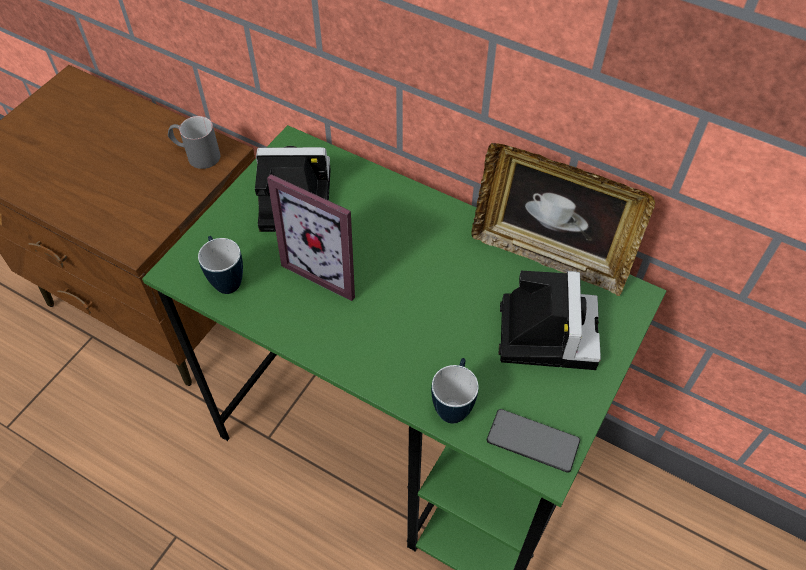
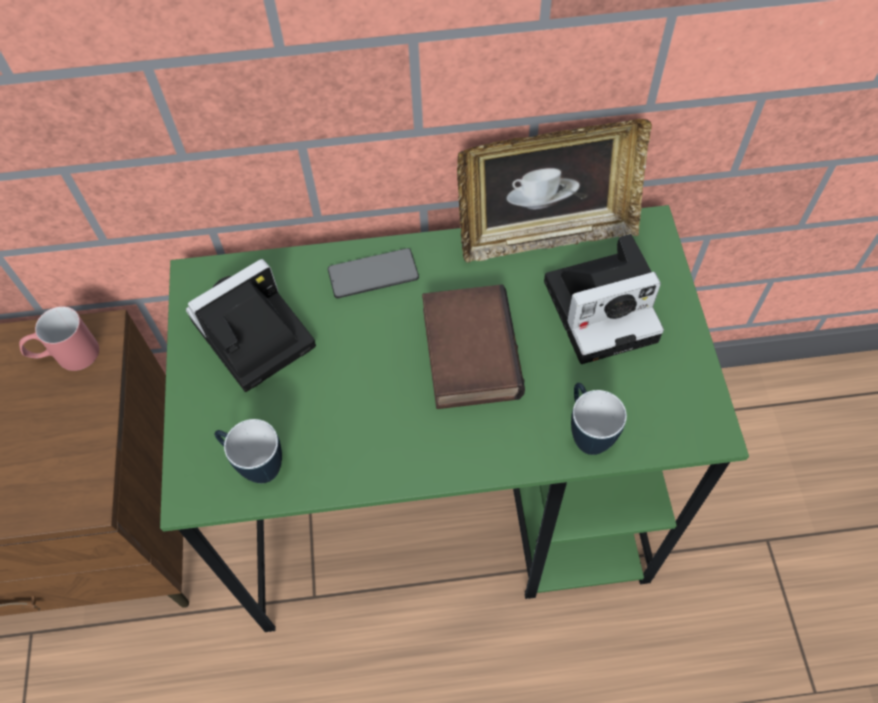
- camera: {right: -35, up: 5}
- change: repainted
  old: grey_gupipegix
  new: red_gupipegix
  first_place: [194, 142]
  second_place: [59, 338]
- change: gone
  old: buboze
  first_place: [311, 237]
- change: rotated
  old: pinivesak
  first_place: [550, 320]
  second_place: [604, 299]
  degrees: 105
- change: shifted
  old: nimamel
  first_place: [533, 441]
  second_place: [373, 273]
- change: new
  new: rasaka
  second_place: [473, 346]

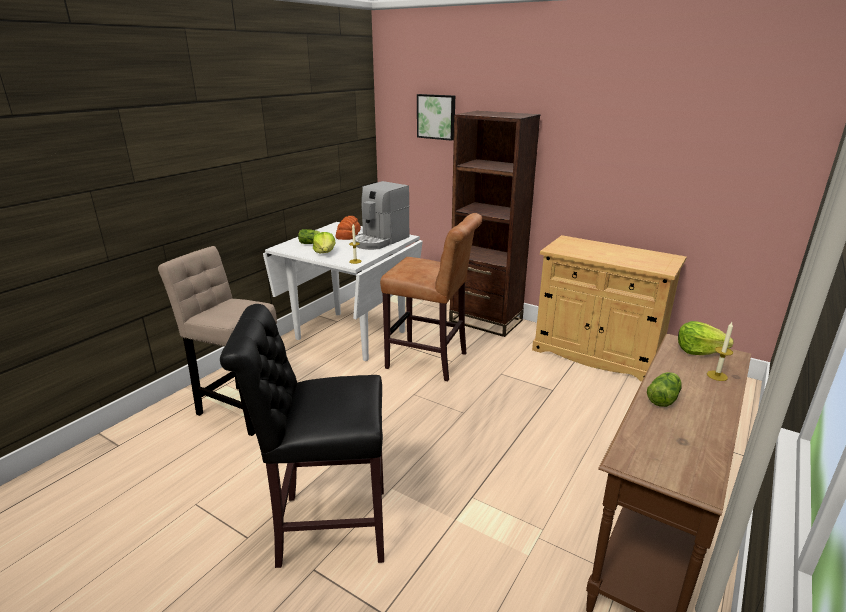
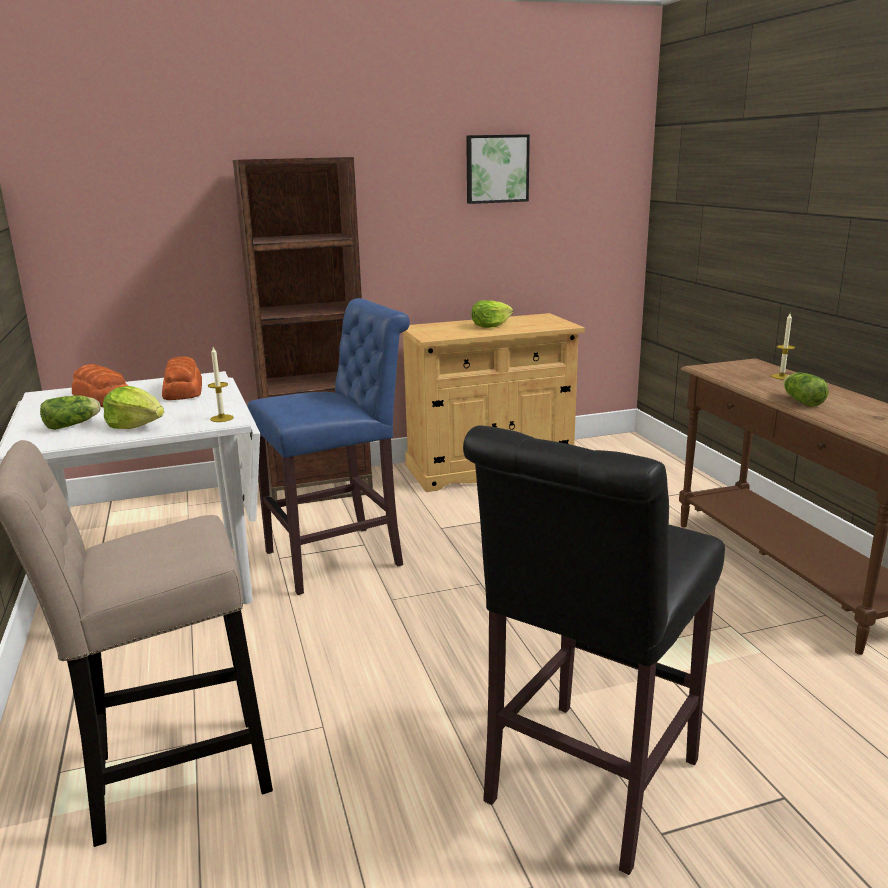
- camera: {right: -50, up: -5}
- change: shifted
  old: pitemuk
  first_place: [436, 117]
  second_place: [498, 169]
- change: swapped
  old: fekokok
  new: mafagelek
  first_place: [382, 215]
  second_place: [182, 378]
- change: repainted
  old: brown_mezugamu
  new: blue_mezugamu
  first_place: [431, 297]
  second_place: [329, 446]
- change: shifted
  old: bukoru
  first_place: [706, 338]
  second_place: [492, 314]

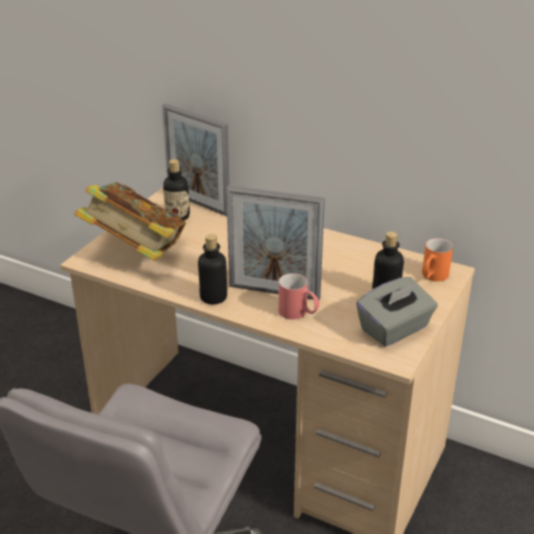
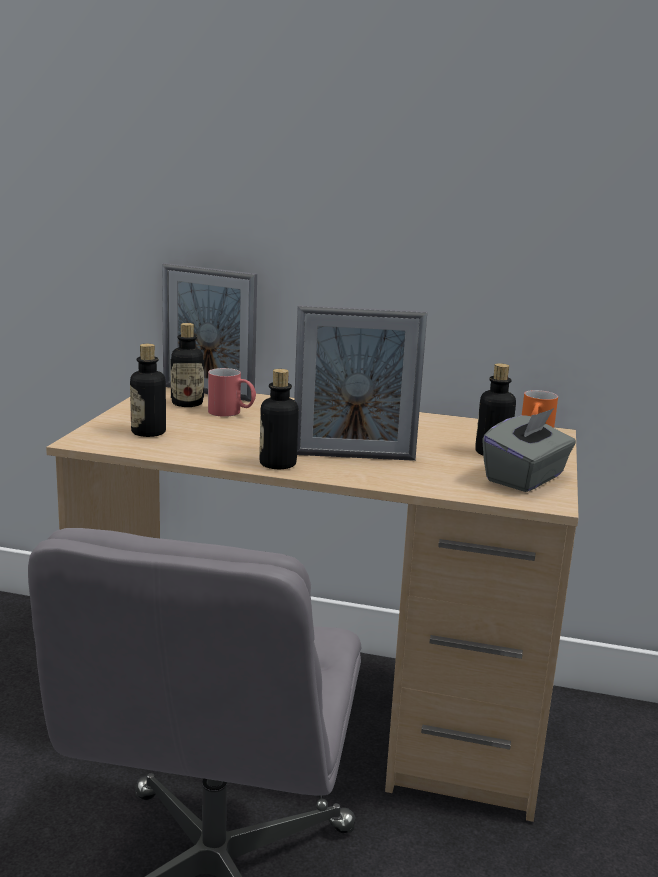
- camera: {right: -15, up: -15}
- change: swapped
  old: rasaka
  new: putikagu
  first_place: [130, 221]
  second_place: [148, 390]
- change: shifted
  old: red_gupipegix
  first_place: [299, 296]
  second_place: [232, 392]

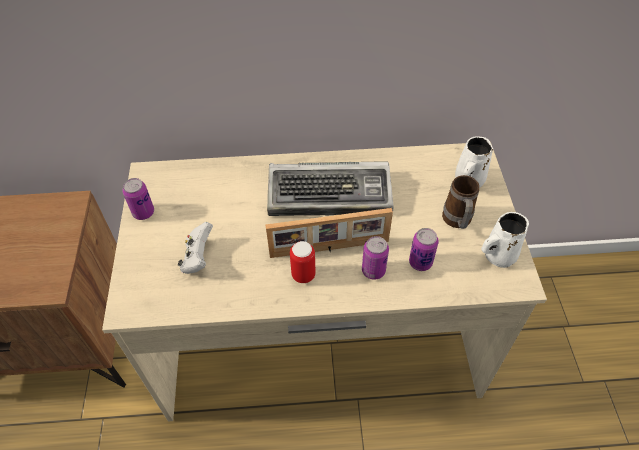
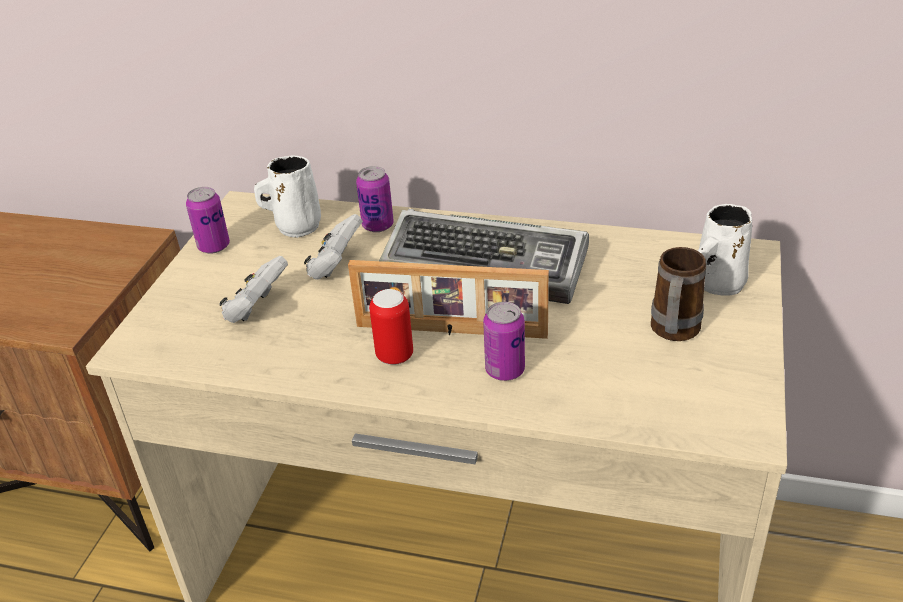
- camera: {right: 20, up: -15}
- change: shifted
  old: white_gupipegix
  first_place: [505, 240]
  second_place: [287, 196]
- change: shifted
  old: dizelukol
  first_place: [424, 249]
  second_place: [375, 199]
- change: new
  new: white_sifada
  second_place: [333, 247]

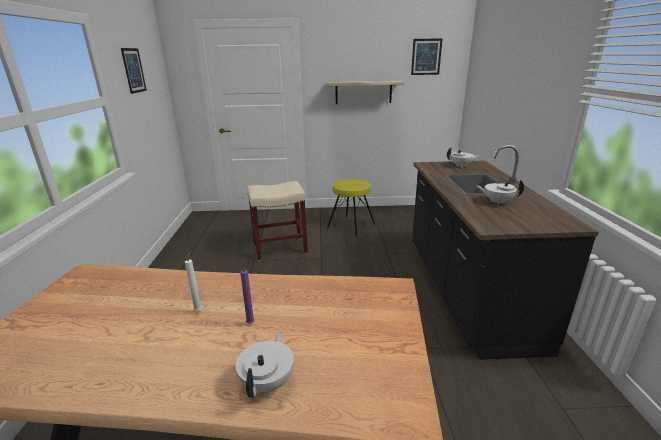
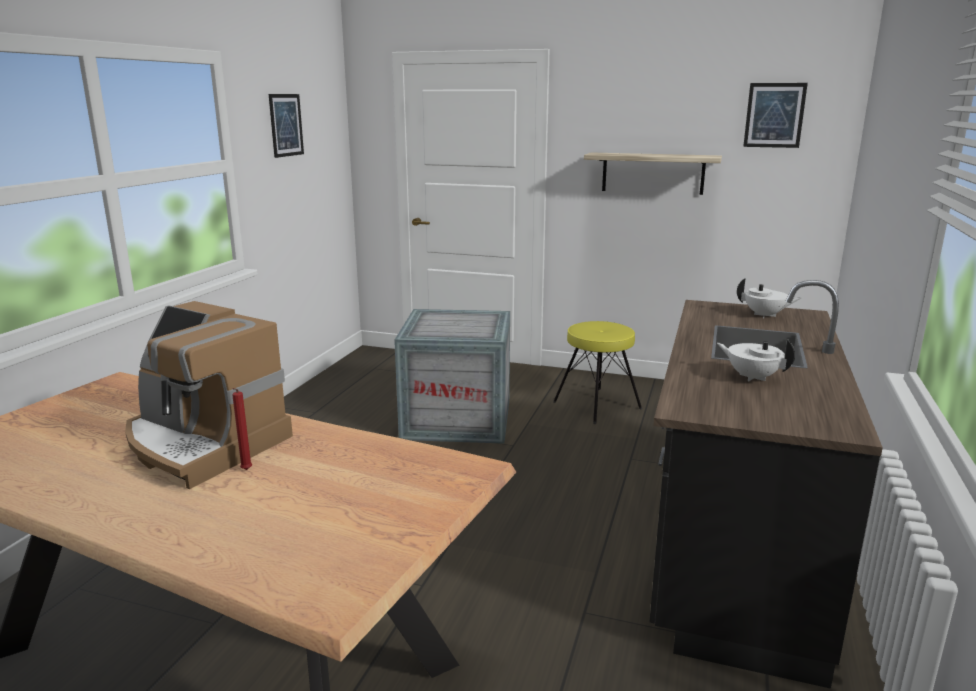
- camera: {right: 20, up: -5}
- change: swapped
  old: beige_mezugamu
  new: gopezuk
  first_place: [277, 220]
  second_place: [452, 376]
- change: swapped
  old: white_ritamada
  new: fekokok
  first_place: [193, 281]
  second_place: [209, 395]
- change: repainted
  old: purple_ritamada
  new: red_ritamada
  first_place: [247, 296]
  second_place: [242, 429]
- change: gone
  old: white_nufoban
  first_place: [265, 364]

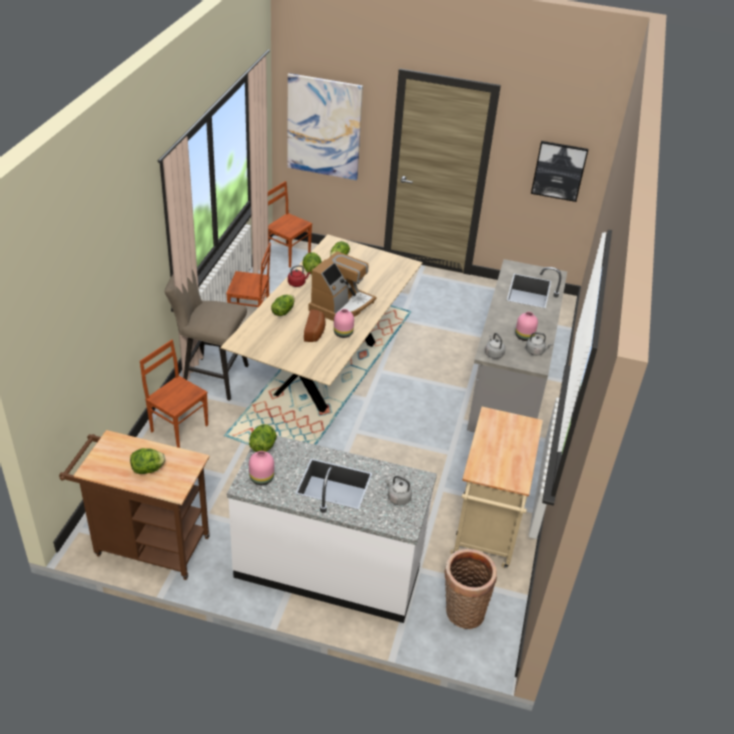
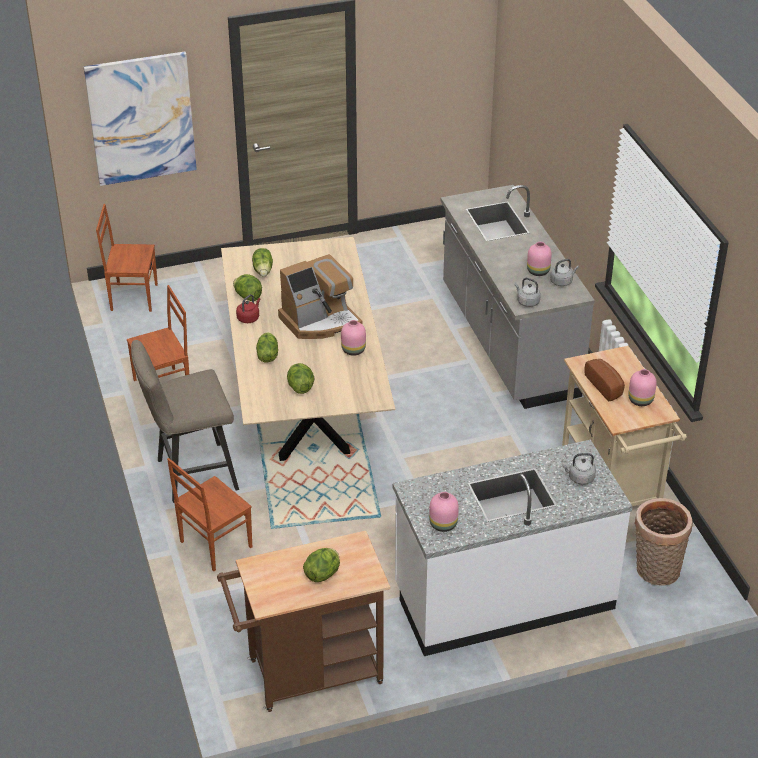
- camera: {right: -30, up: 0}
- change: gone
  old: pitemuk
  first_place: [559, 171]
- change: rotated
  old: fekokok
  first_place: [342, 286]
  second_place: [320, 296]
  degrees: 60
- change: shifted
  old: mafagelek
  first_place: [315, 325]
  second_place: [604, 380]
- change: rotated
  old: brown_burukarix
  first_place: [174, 394]
  second_place: [209, 514]
  degrees: -45
- change: shifted
  old: bukoru
  first_place: [263, 438]
  second_place: [300, 378]
- change: new
  new: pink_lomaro
  second_place: [642, 387]

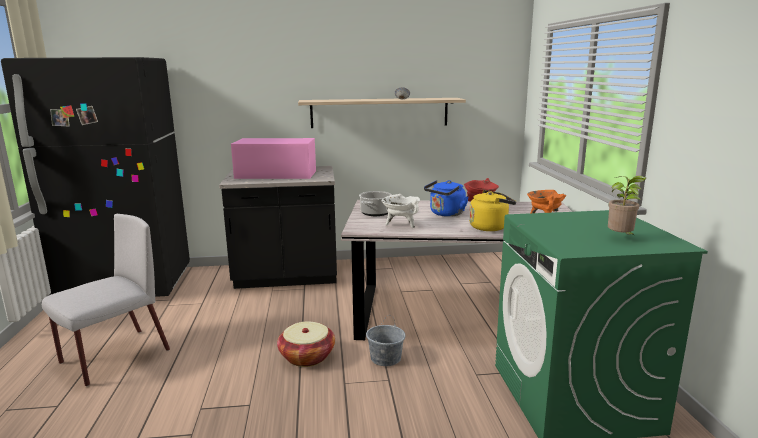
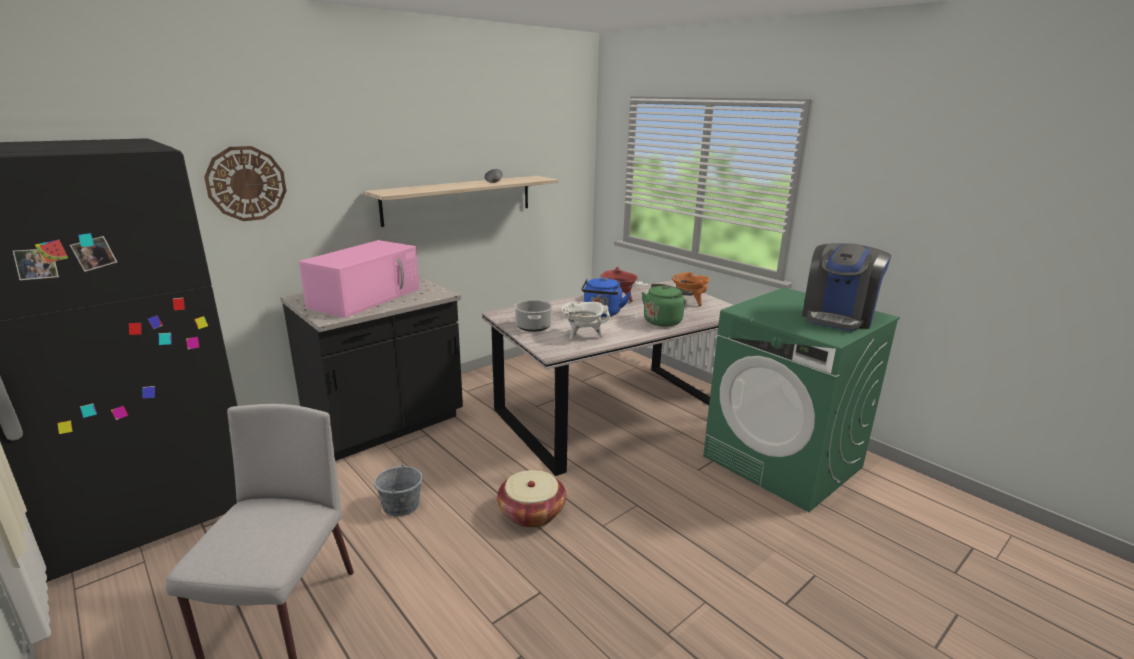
- camera: {right: -35, up: 5}
- change: rotated
  old: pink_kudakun
  first_place: [273, 158]
  second_place: [359, 279]
  degrees: 150
- change: swapped
  old: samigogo
  new: fekokok
  first_place: [627, 206]
  second_place: [846, 287]
- change: repainted
  old: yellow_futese
  new: green_futese
  first_place: [492, 210]
  second_place: [667, 305]
- change: shifted
  old: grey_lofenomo
  first_place: [385, 340]
  second_place: [398, 486]
- change: new
  new: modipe
  second_place: [245, 183]

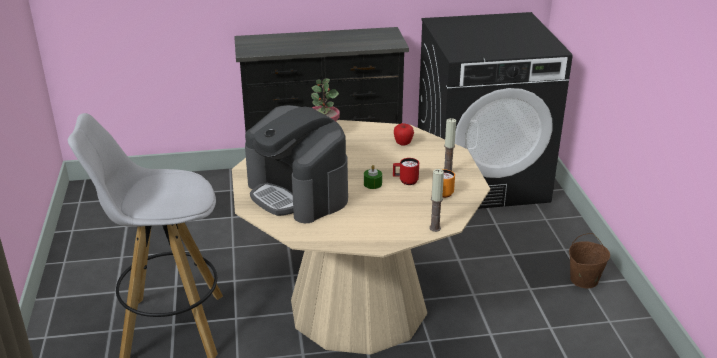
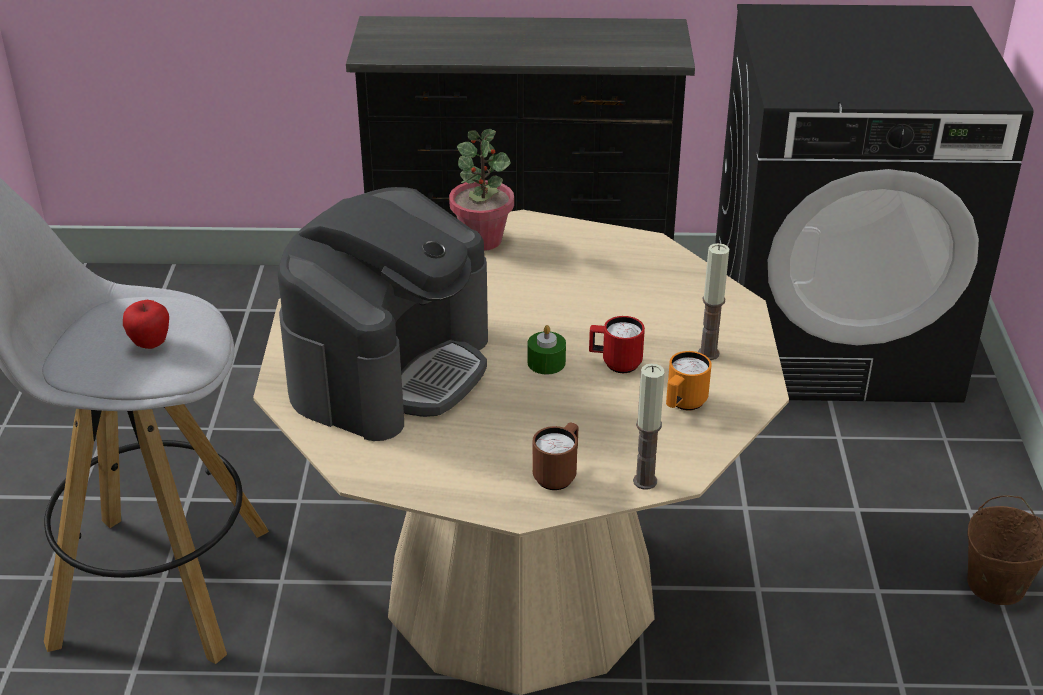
- camera: {right: 10, up: 5}
- change: rotated
  old: fekokok
  first_place: [296, 164]
  second_place: [383, 314]
  degrees: -120
- change: shifted
  old: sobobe
  first_place: [404, 134]
  second_place: [146, 324]
- change: new
  new: brown_gupipegix
  second_place: [555, 456]

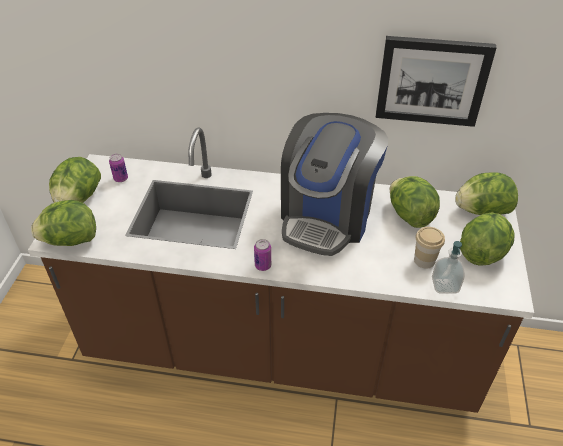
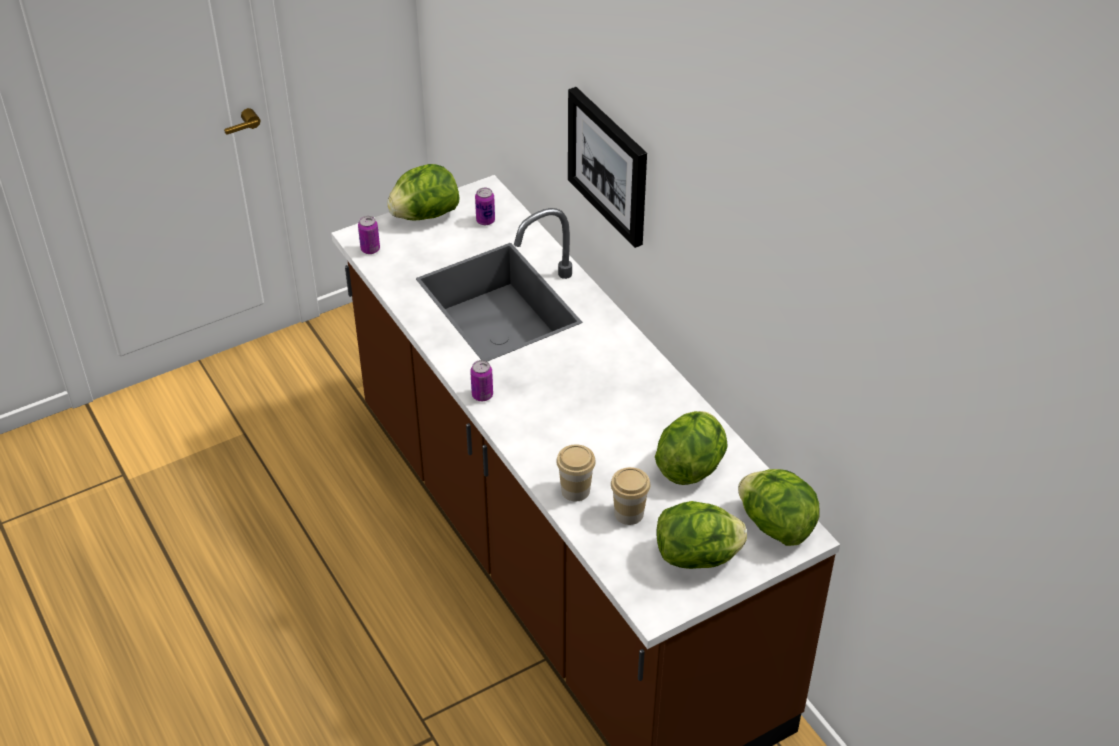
- camera: {right: 50, up: 0}
- change: shifted
  old: pitemuk
  first_place: [436, 81]
  second_place: [607, 167]
- change: gone
  old: fekokok
  first_place: [334, 184]
- change: swapped
  old: bukoru
  new: dizelukol
  first_place: [63, 223]
  second_place: [369, 235]
- change: gone
  old: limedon
  first_place: [448, 267]
- change: new
  new: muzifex
  second_place: [576, 473]

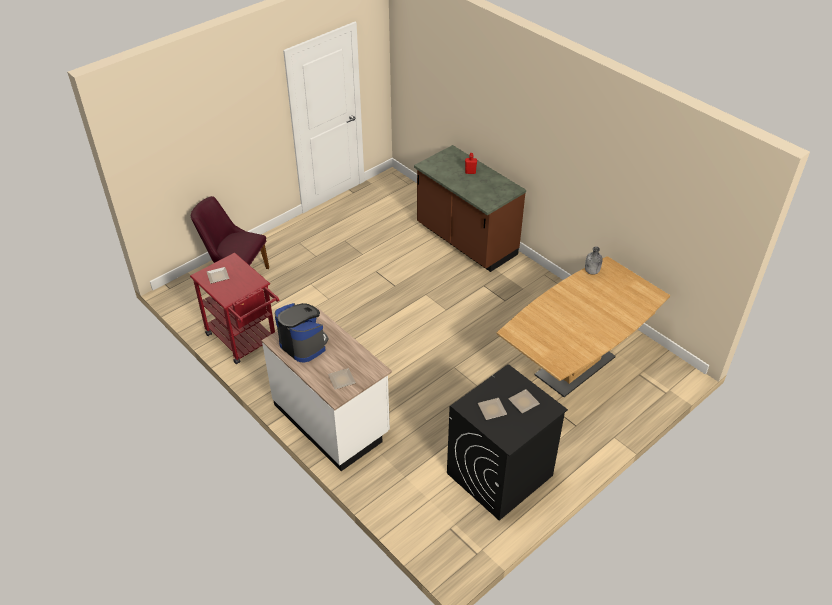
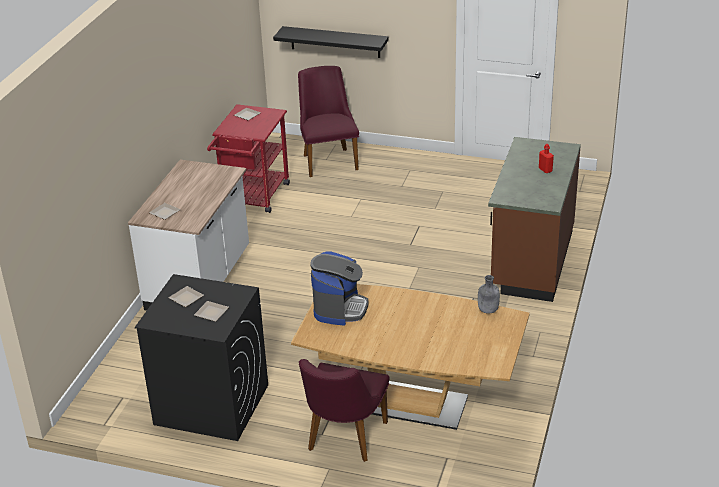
- camera: {right: 60, up: -10}
- change: shifted
  old: fekokok
  first_place: [302, 333]
  second_place: [339, 288]
- change: new
  new: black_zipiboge
  second_place: [331, 42]
- change: new
  new: purple_burukarix
  second_place: [344, 410]

